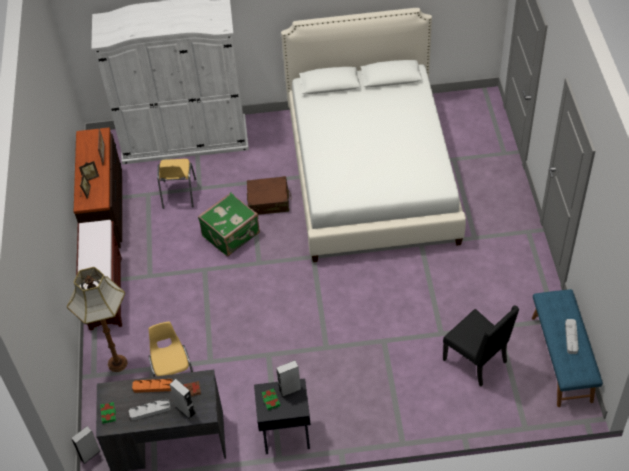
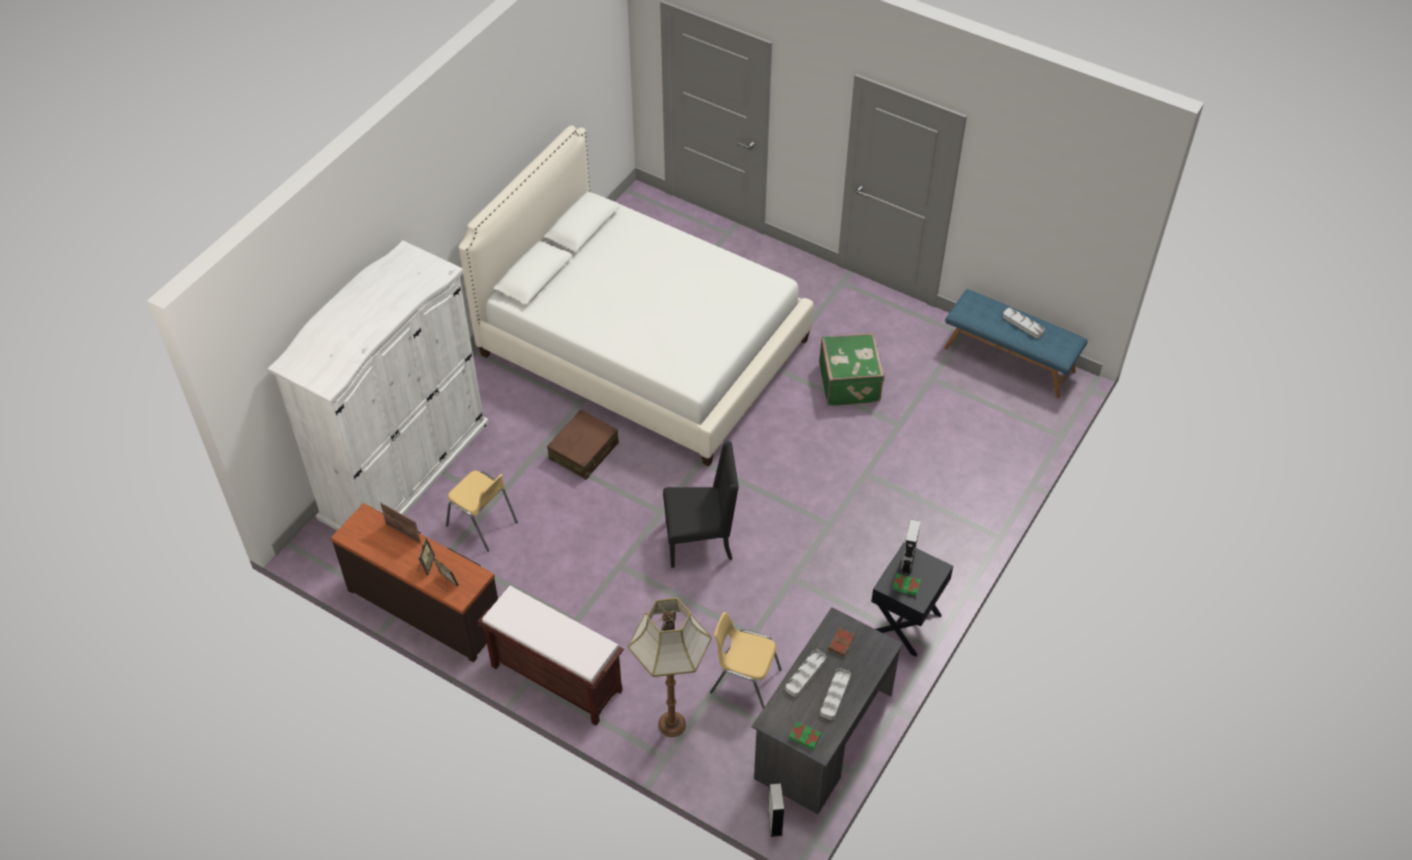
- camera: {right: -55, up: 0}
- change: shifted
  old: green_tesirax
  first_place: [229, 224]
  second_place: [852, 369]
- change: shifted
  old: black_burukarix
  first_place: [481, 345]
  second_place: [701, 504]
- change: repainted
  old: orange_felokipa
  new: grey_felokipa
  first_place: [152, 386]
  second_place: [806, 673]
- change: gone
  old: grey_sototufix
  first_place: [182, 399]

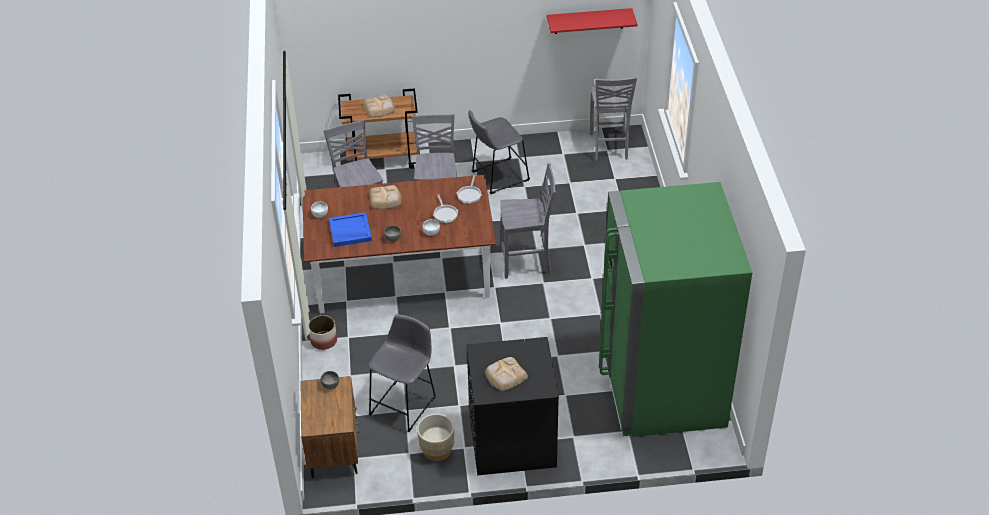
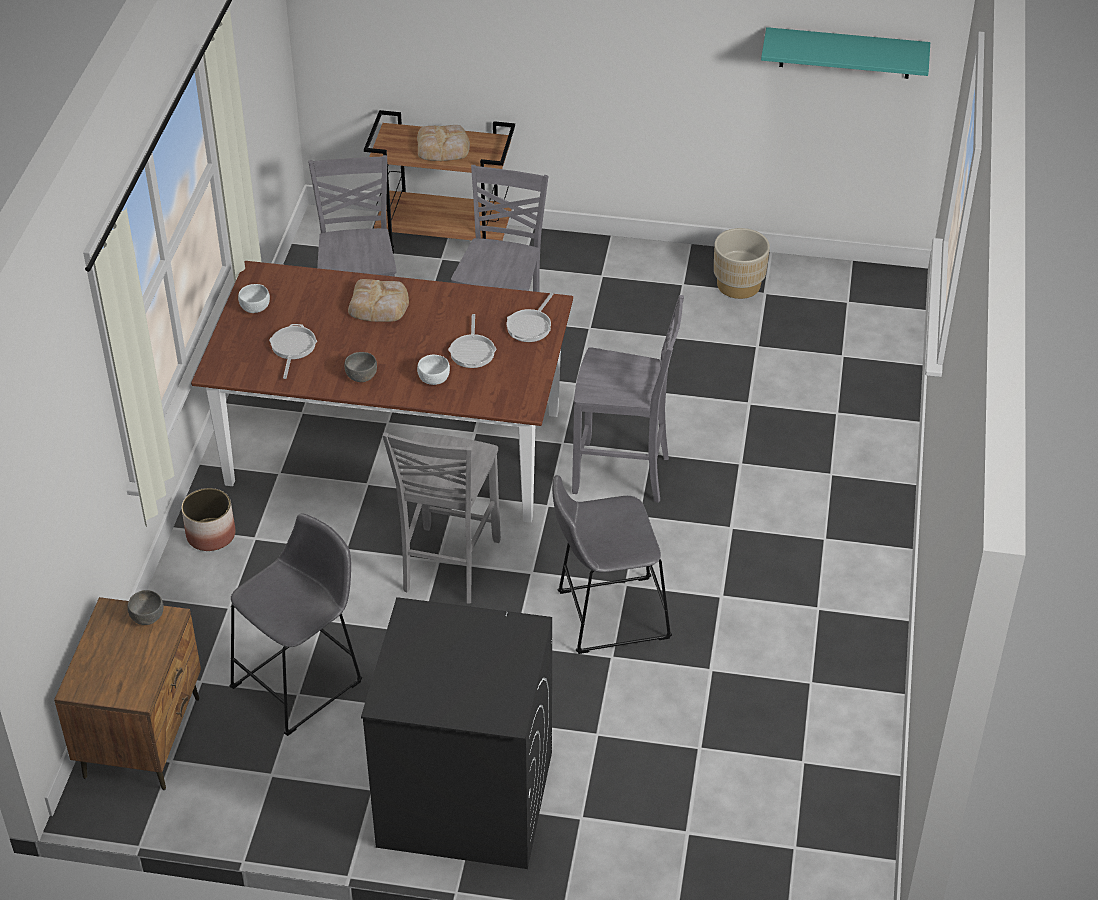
- camera: {right: 15, up: 0}
- change: repainted
  old: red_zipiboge
  new: turquoise_zipiboge
  first_place: [592, 21]
  second_place: [845, 53]
- change: shifted
  old: grey_burukarix
  first_place: [613, 119]
  second_place: [441, 518]
- change: shifted
  old: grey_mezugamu
  first_place: [499, 152]
  second_place: [612, 564]
- change: gone
  old: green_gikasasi
  first_place: [675, 309]
- change: swapped
  old: blue_felokipa
  new: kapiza
  first_place: [350, 229]
  second_place: [293, 351]
- change: gone
  old: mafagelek
  first_place: [506, 374]
- change: shifted
  old: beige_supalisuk
  first_place: [435, 437]
  second_place: [742, 263]

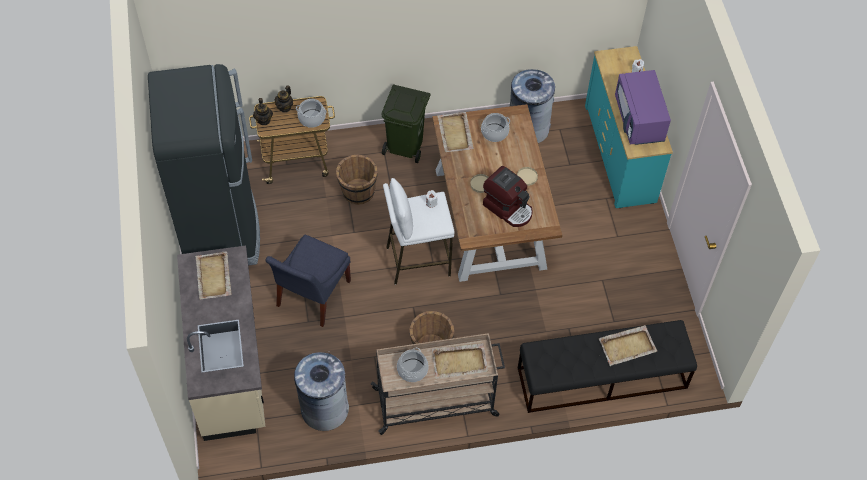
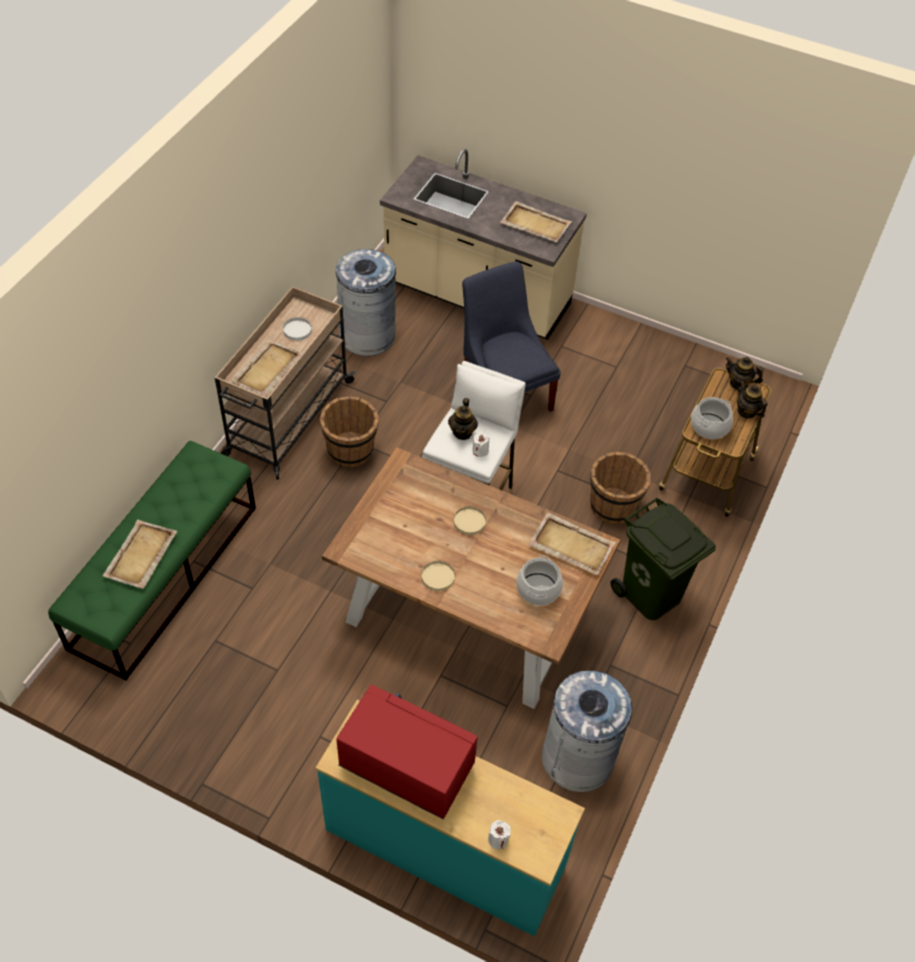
- camera: {right: 125, up: -5}
- change: gone
  old: black_gikasasi
  first_place: [204, 165]
- change: repainted
  old: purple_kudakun
  new: red_kudakun
  first_place: [643, 107]
  second_place: [407, 751]
- change: gone
  old: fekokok
  first_place: [508, 196]
- change: repainted
  old: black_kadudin
  new: green_kadudin
  first_place: [607, 366]
  second_place: [152, 561]
- change: swapped
  old: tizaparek
  new: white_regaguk
  first_place: [412, 365]
  second_place: [297, 329]
- change: new
  new: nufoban
  second_place: [463, 419]

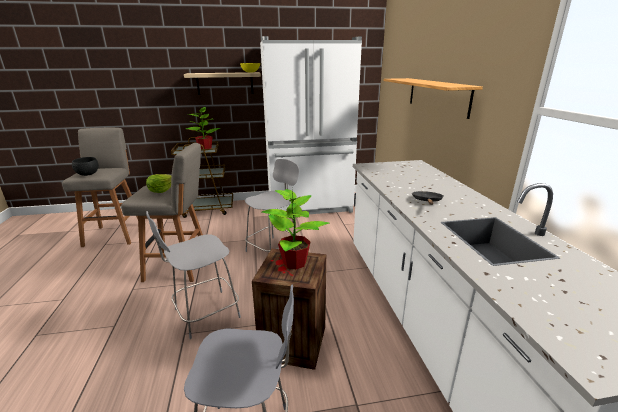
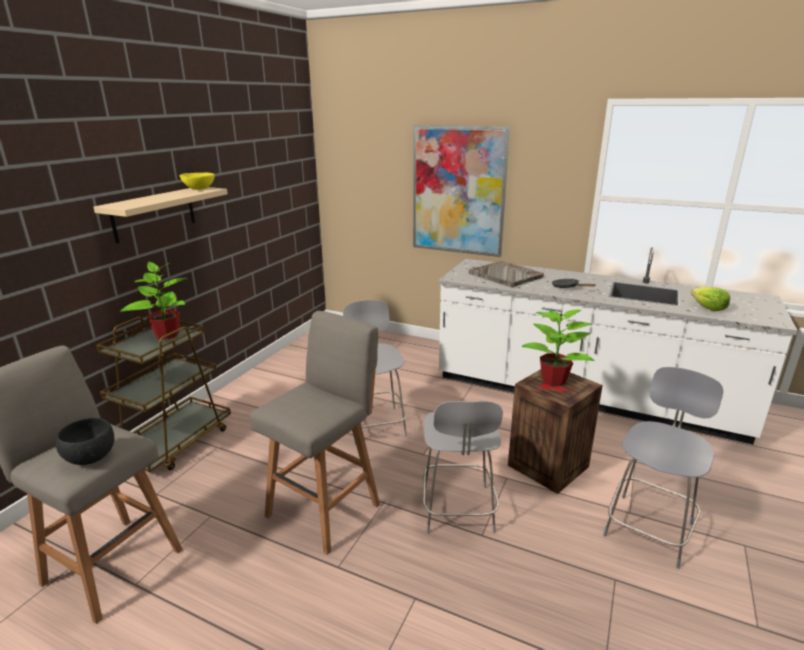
- camera: {right: -55, up: 0}
- change: gone
  old: white_gikasasi
  first_place: [311, 125]
- change: swapped
  old: zipiboge
  new: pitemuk
  first_place: [433, 98]
  second_place: [461, 191]
- change: shifted
  old: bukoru
  first_place: [159, 183]
  second_place: [710, 299]
- change: new
  new: grey_felokipa
  second_place: [506, 274]

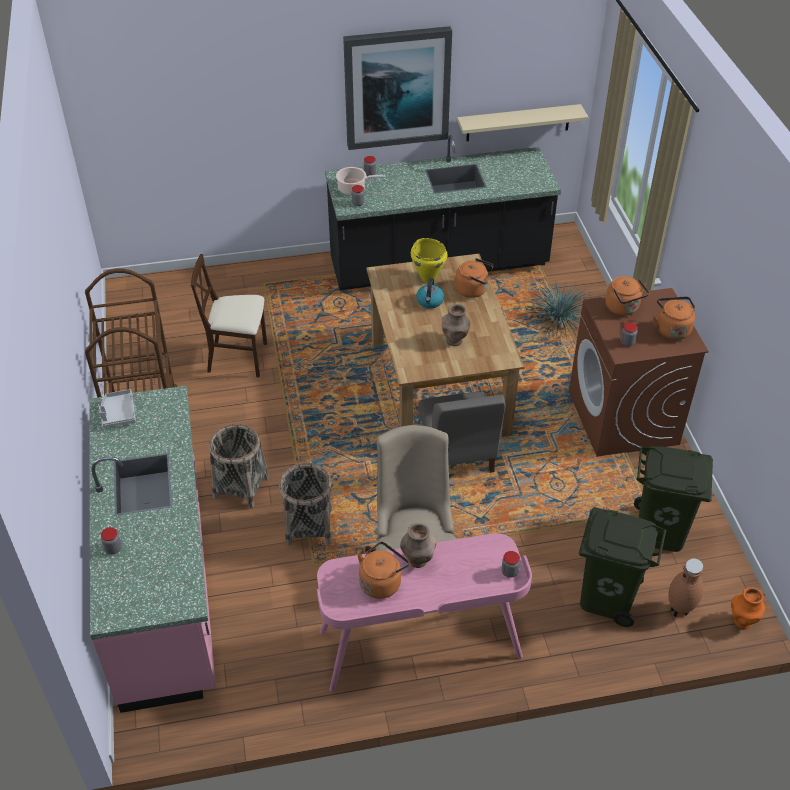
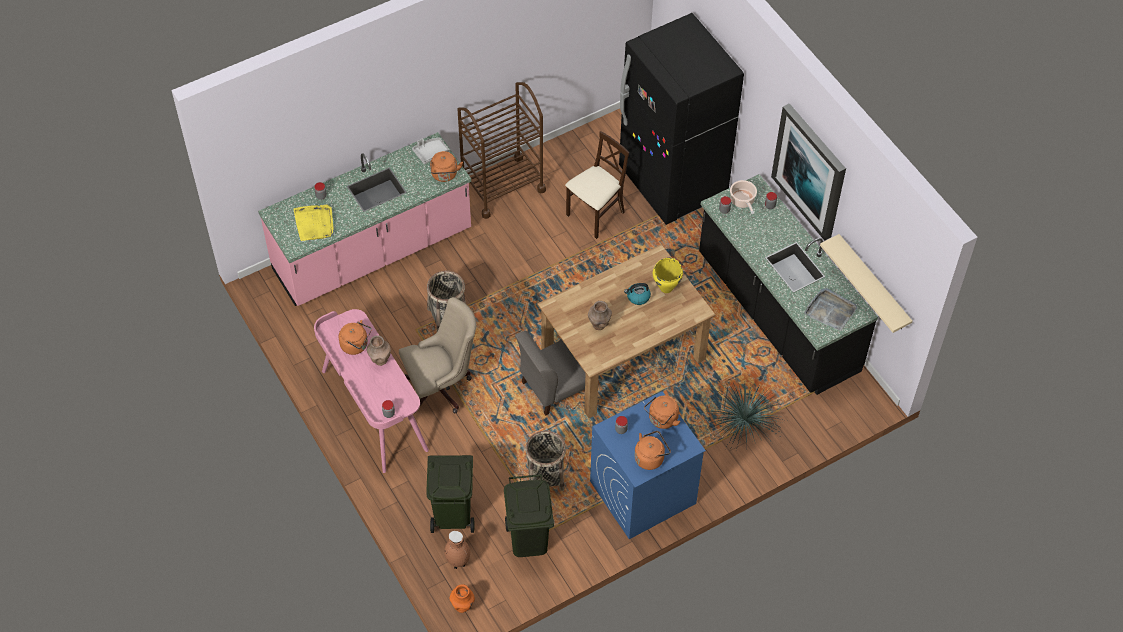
- camera: {right: 70, up: 10}
- change: rotated
  old: beige_burukarix
  first_place: [229, 316]
  second_place: [597, 185]
  degrees: 60
- change: shifted
  old: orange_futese
  first_place: [474, 278]
  second_place: [446, 166]
- change: repainted
  old: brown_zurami
  new: blue_zurami
  first_place: [639, 372]
  second_place: [648, 465]
- change: shifted
  old: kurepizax
  first_place: [239, 466]
  second_place: [545, 461]
- change: new
  new: black_gikasasi
  second_place: [681, 119]
- change: new
  new: yellow_felokipa
  second_place: [313, 223]
- change: new
  new: grey_felokipa
  second_place: [830, 309]

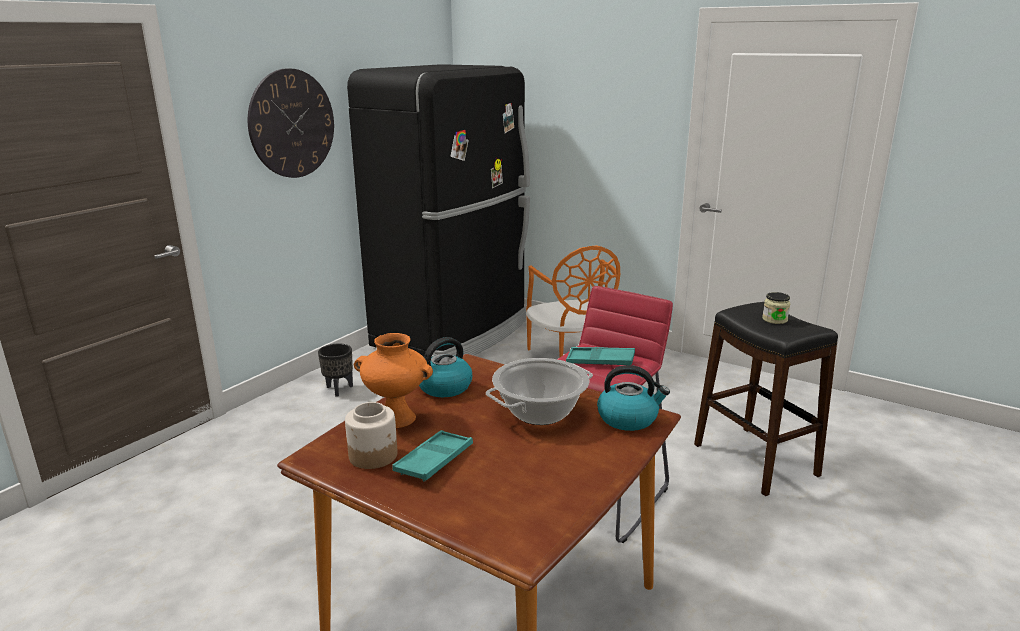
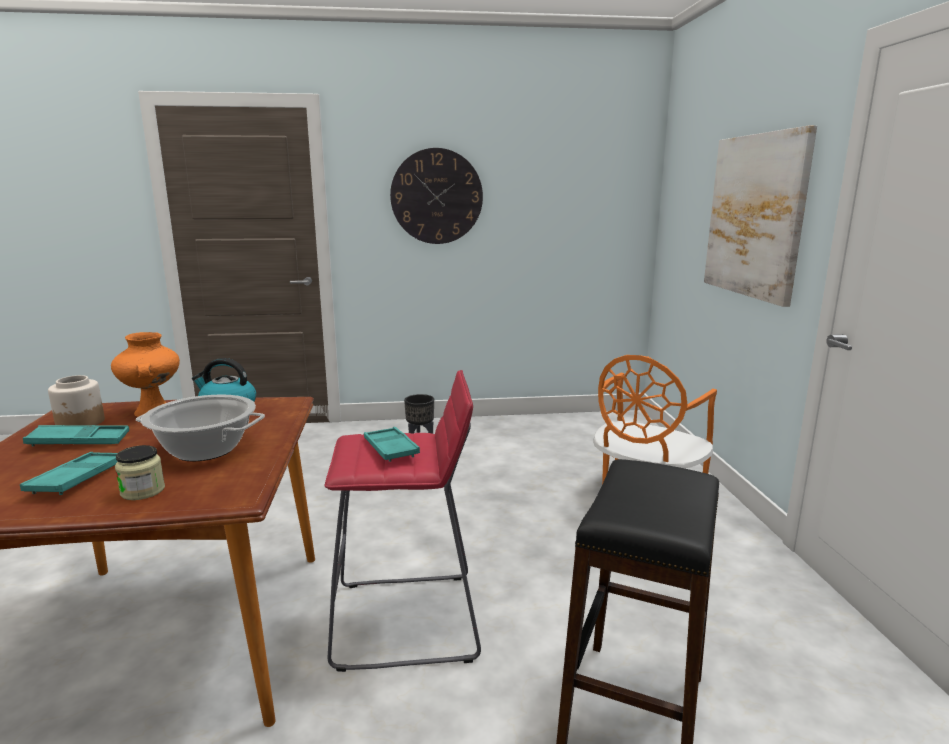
- camera: {right: 50, up: -5}
- change: gone
  old: black_gikasasi
  first_place: [438, 210]
- change: shifted
  old: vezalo
  first_place: [776, 308]
  second_place: [140, 472]
- change: gone
  old: futese
  first_place: [633, 398]
- change: new
  new: pitemuk
  second_place: [760, 216]
- change: new
  new: turquoise_felokipa
  second_place: [69, 473]

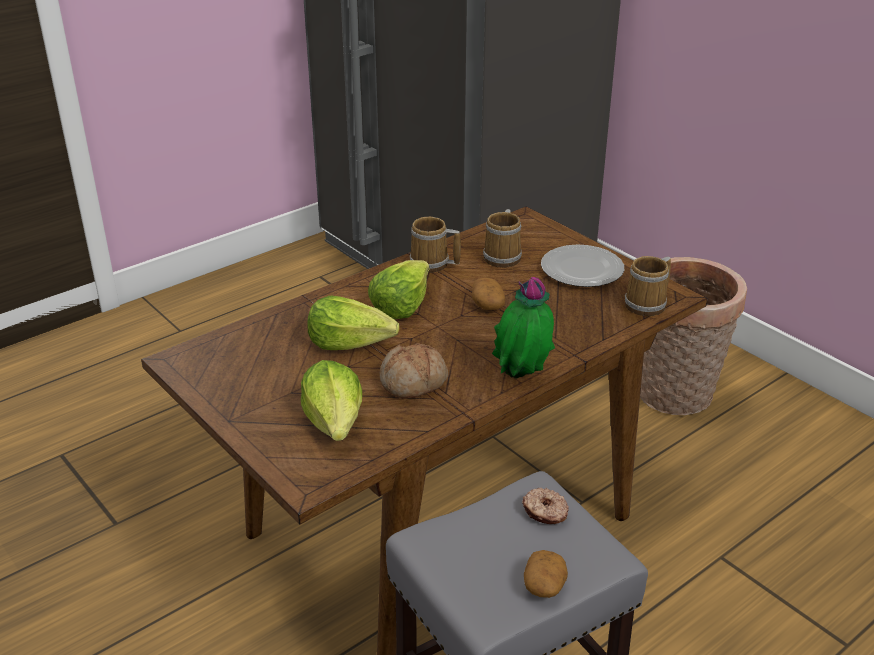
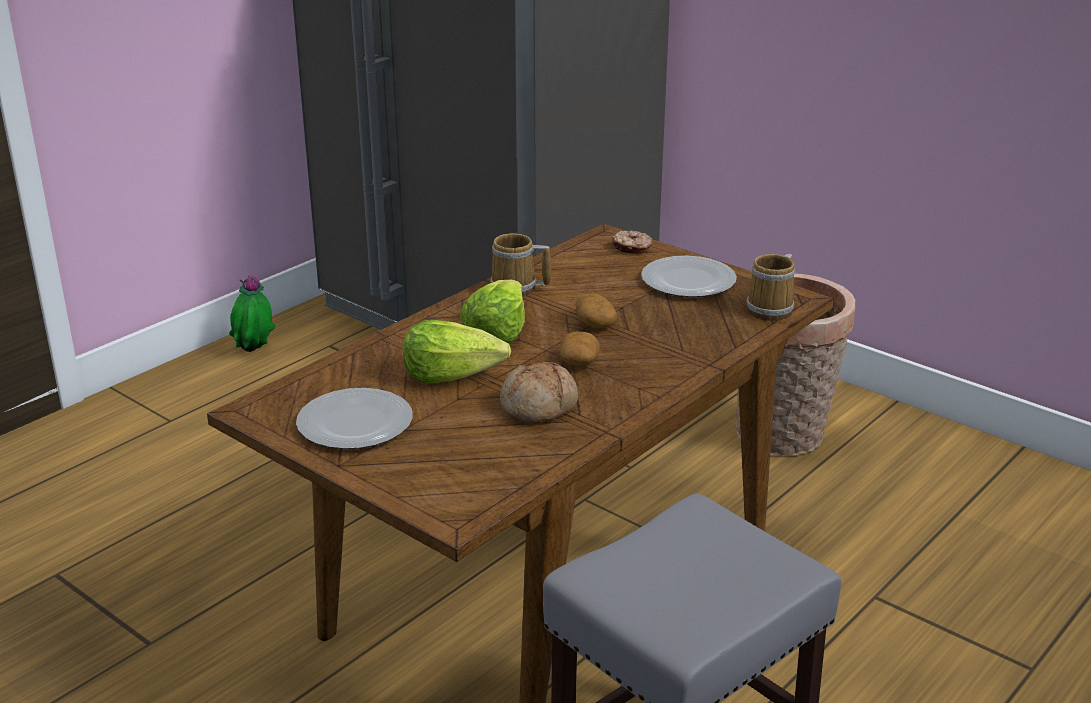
- camera: {right: -10, up: -5}
- change: gone
  old: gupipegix
  first_place: [502, 238]
- change: shifted
  old: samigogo
  first_place: [523, 327]
  second_place: [252, 313]
- change: gone
  old: bukoru
  first_place: [331, 400]
- change: shifted
  old: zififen
  first_place: [545, 506]
  second_place: [632, 242]
- change: shifted
  old: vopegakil
  first_place: [546, 574]
  second_place: [579, 349]
- change: new
  new: regaguk
  second_place: [354, 418]

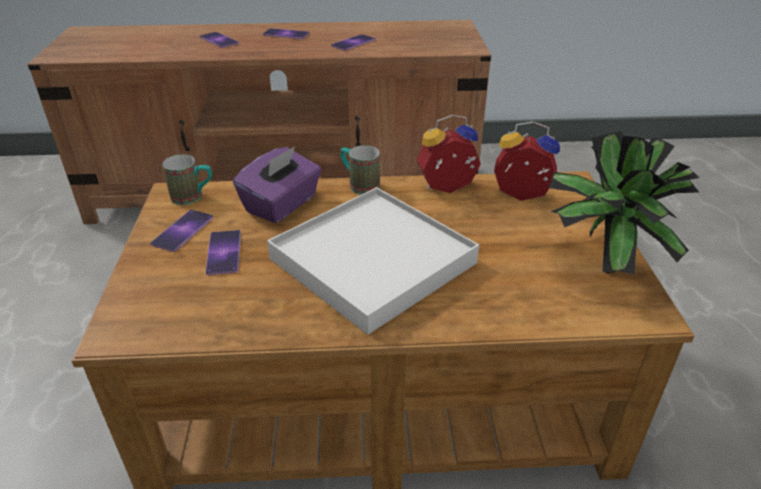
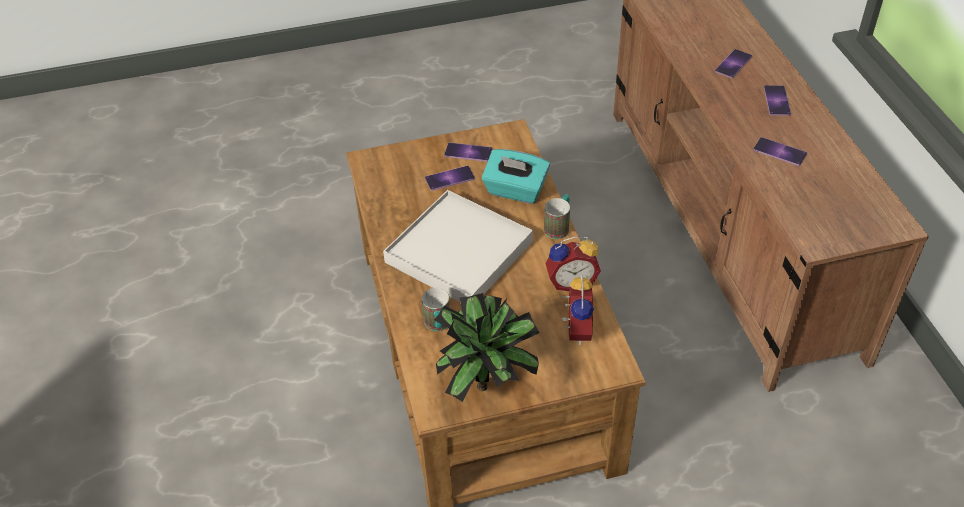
- camera: {right: 80, up: 10}
- change: rotated
  old: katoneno
  first_place: [449, 154]
  second_place: [573, 263]
  degrees: 105
- change: repainted
  old: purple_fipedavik
  new: turquoise_fipedavik
  first_place: [277, 184]
  second_place: [516, 176]
- change: shifted
  old: gupipegix
  first_place: [187, 179]
  second_place: [436, 309]

